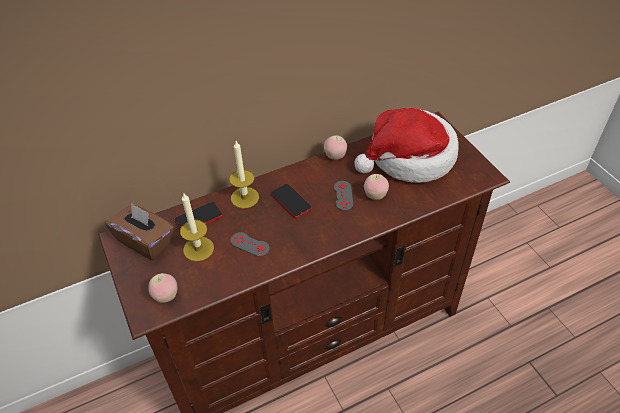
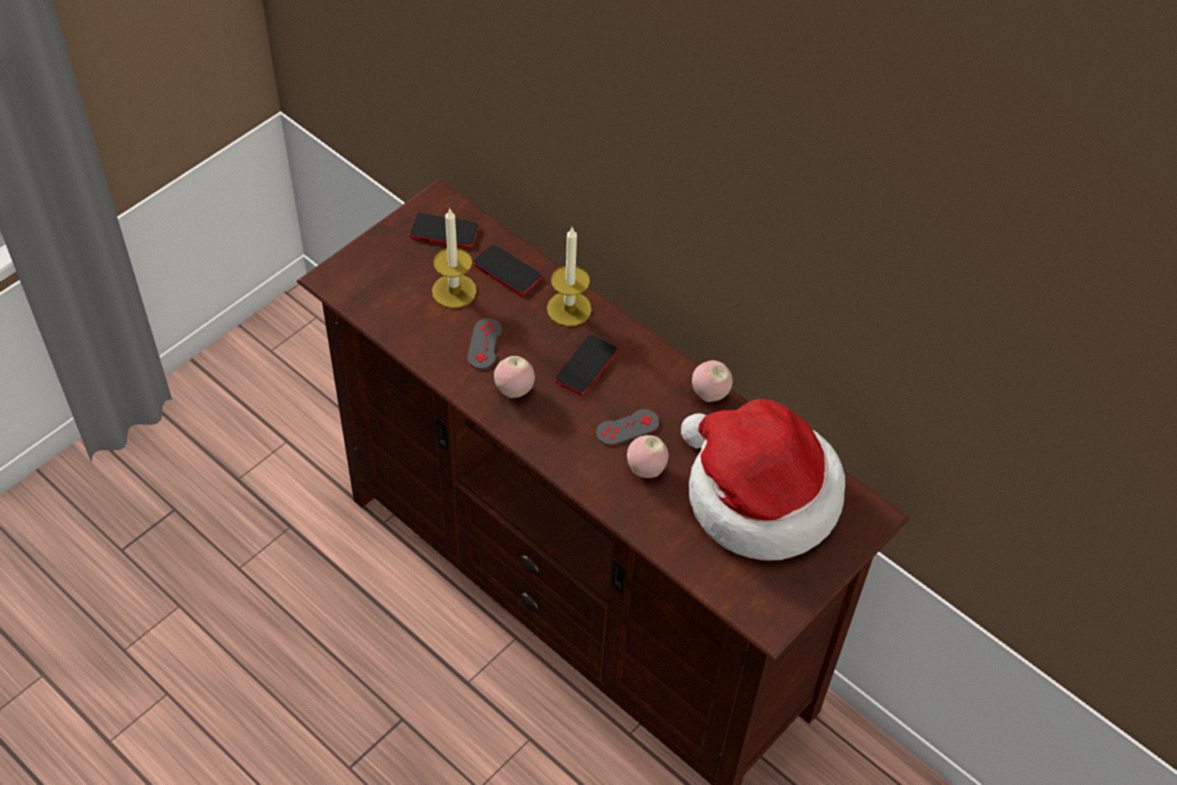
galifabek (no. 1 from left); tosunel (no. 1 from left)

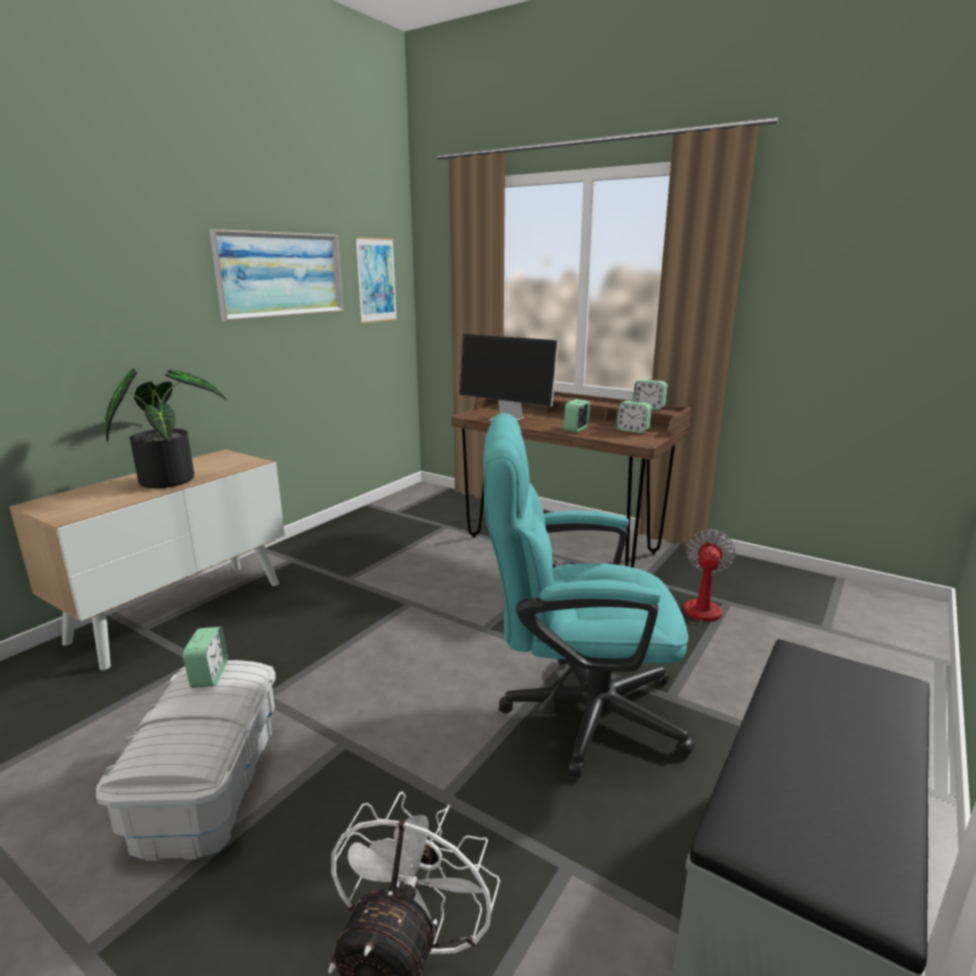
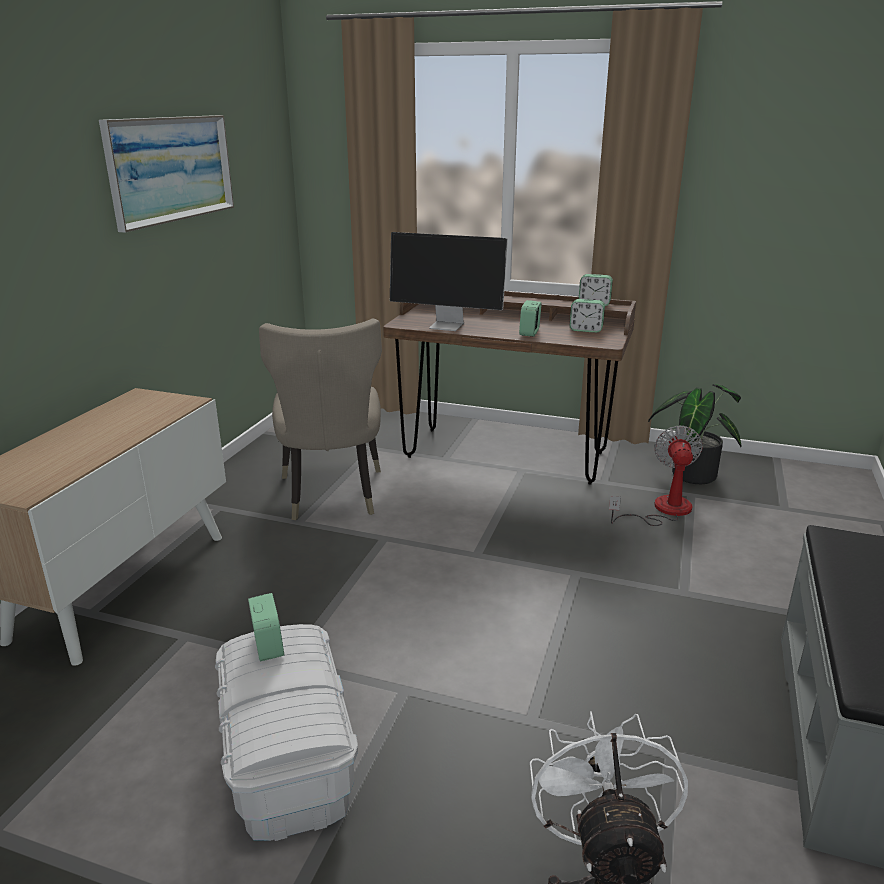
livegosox (no. 2 from left in the first image); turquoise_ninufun; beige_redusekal; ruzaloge

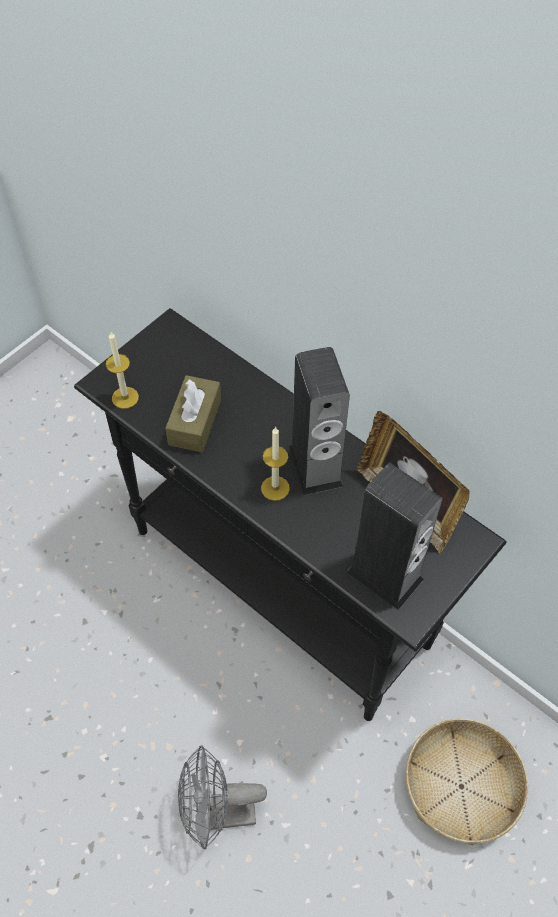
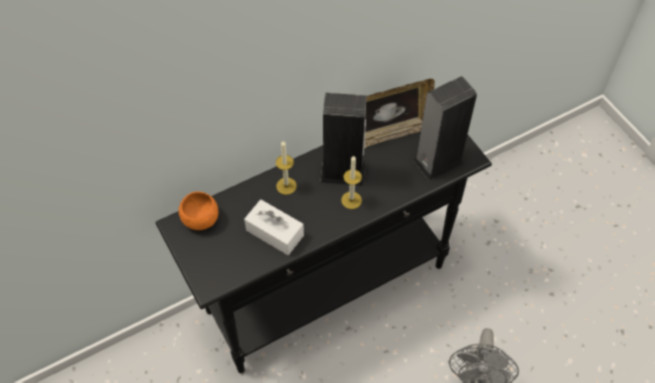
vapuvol; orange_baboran; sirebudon (no. 1 from left); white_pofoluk

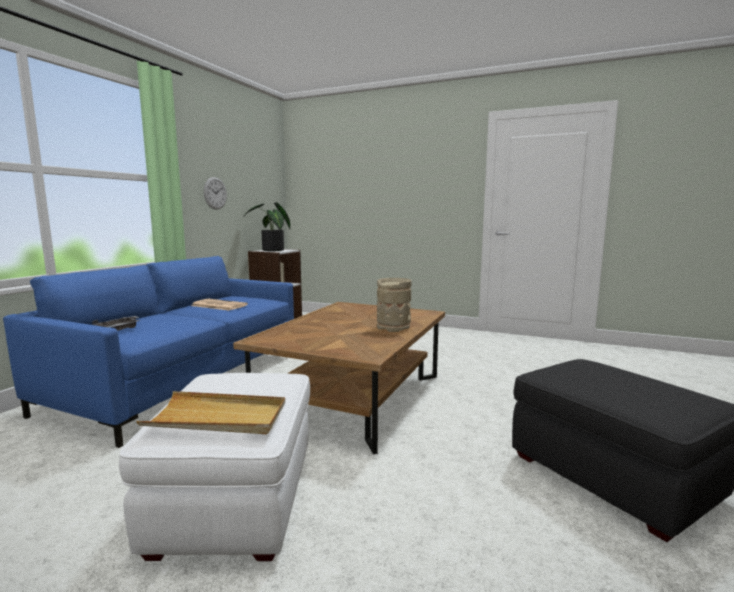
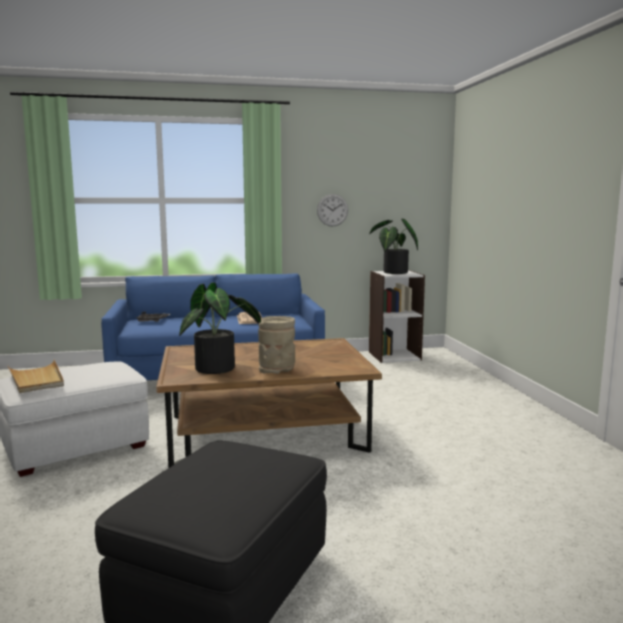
ruzaloge (no. 1 from left)

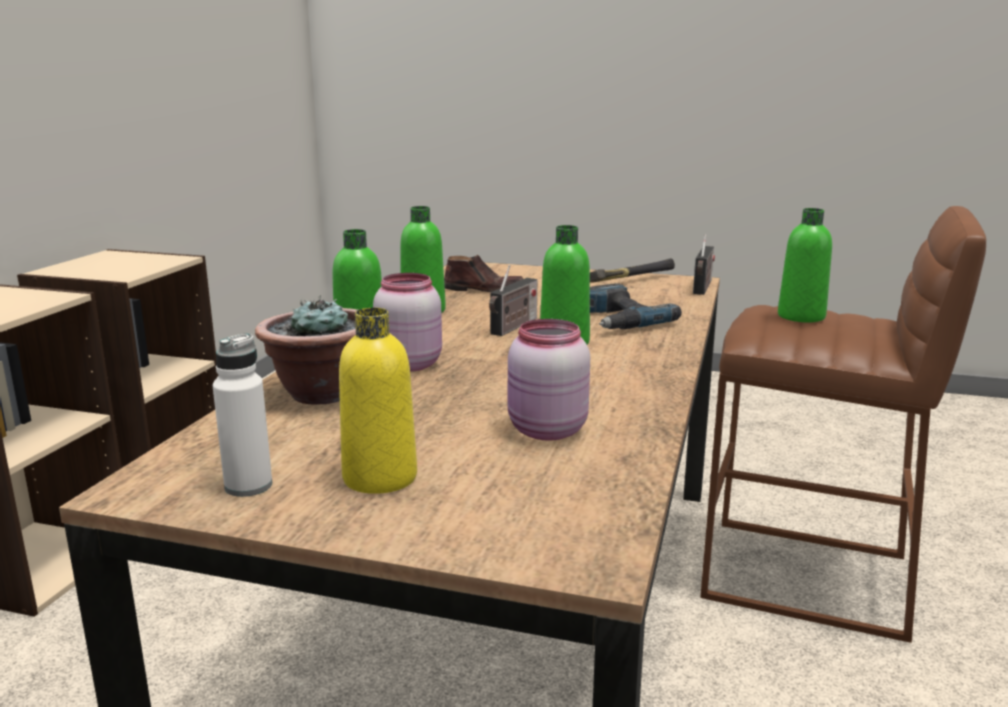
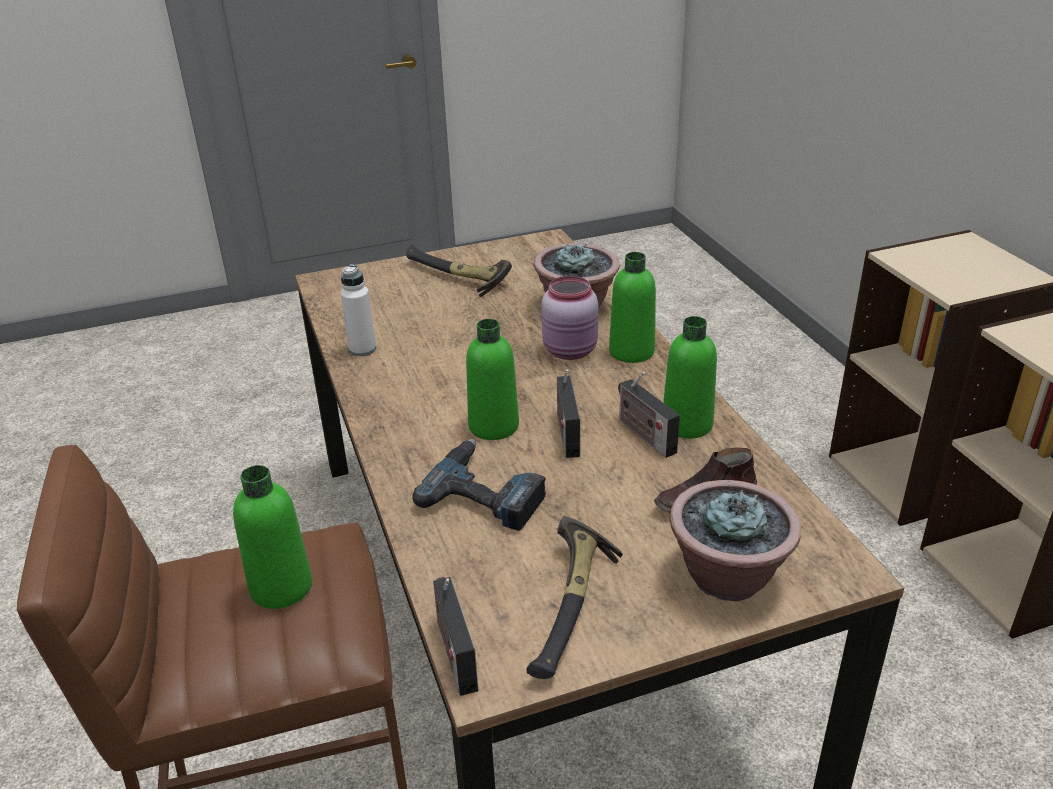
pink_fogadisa (no. 2 from left in the first image); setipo (no. 3 from left); ruzaloge (no. 2 from left); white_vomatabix; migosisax (no. 1 from left)

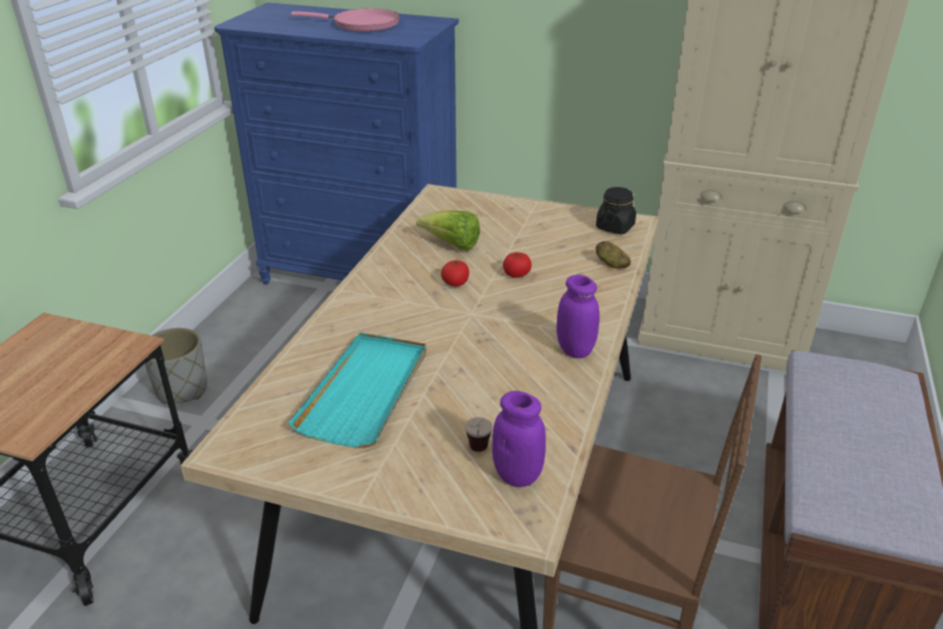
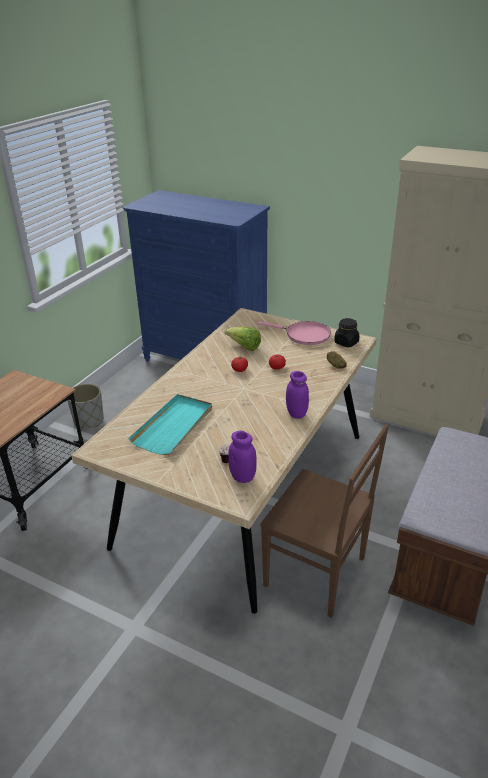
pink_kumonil

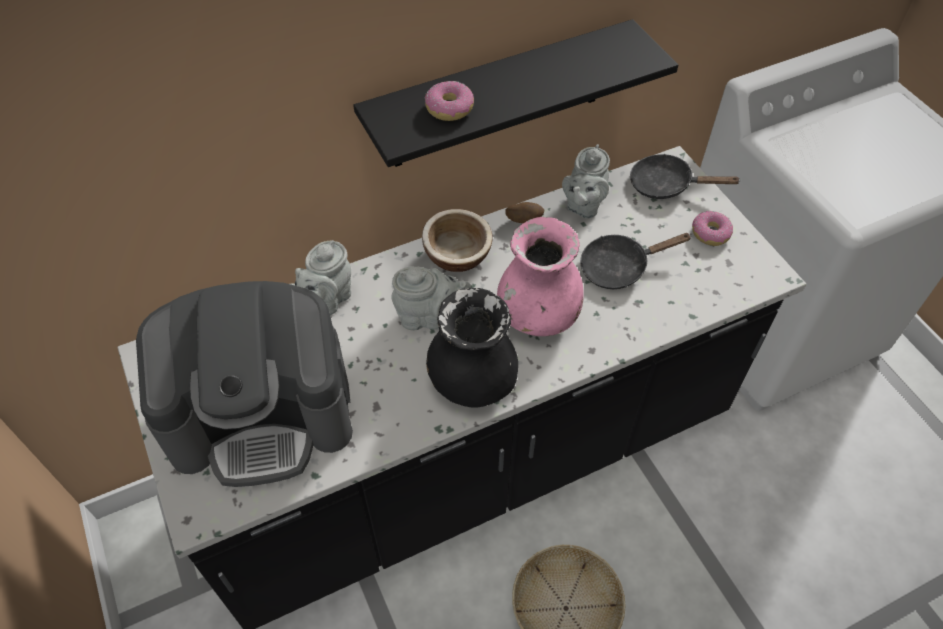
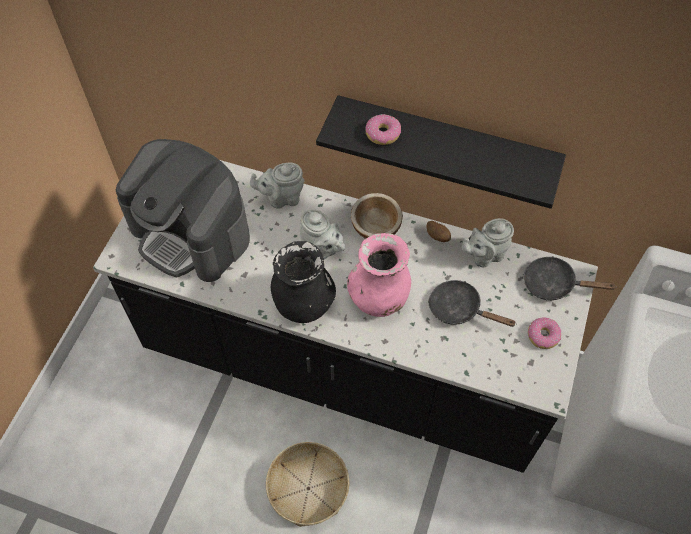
black_kumonil (no. 2 from left)

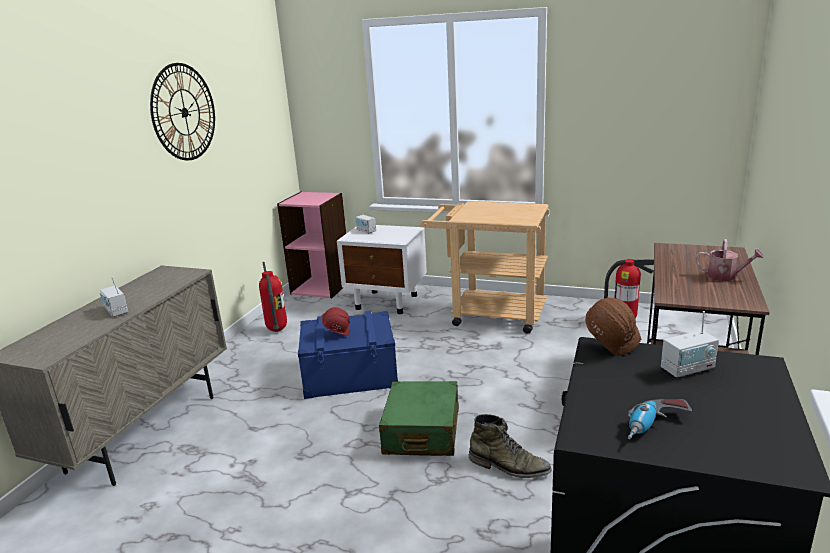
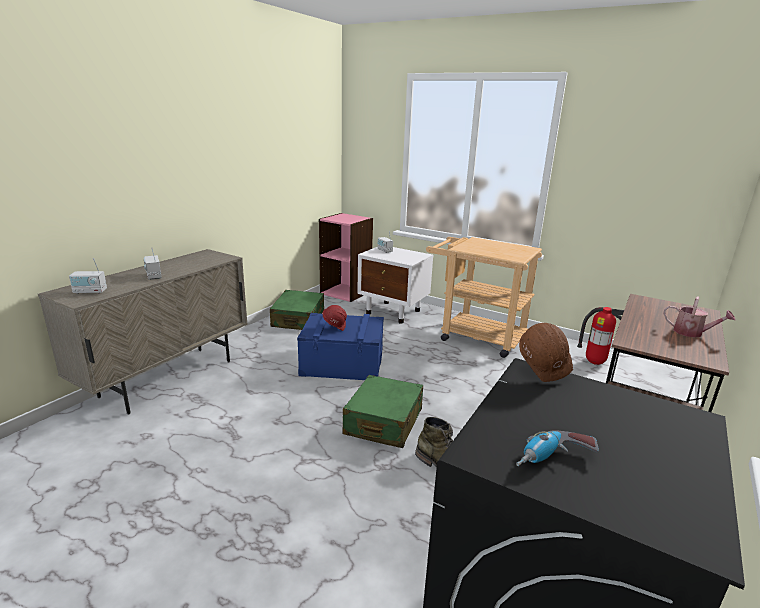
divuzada; setipo (no. 1 from left); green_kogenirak (no. 1 from left)

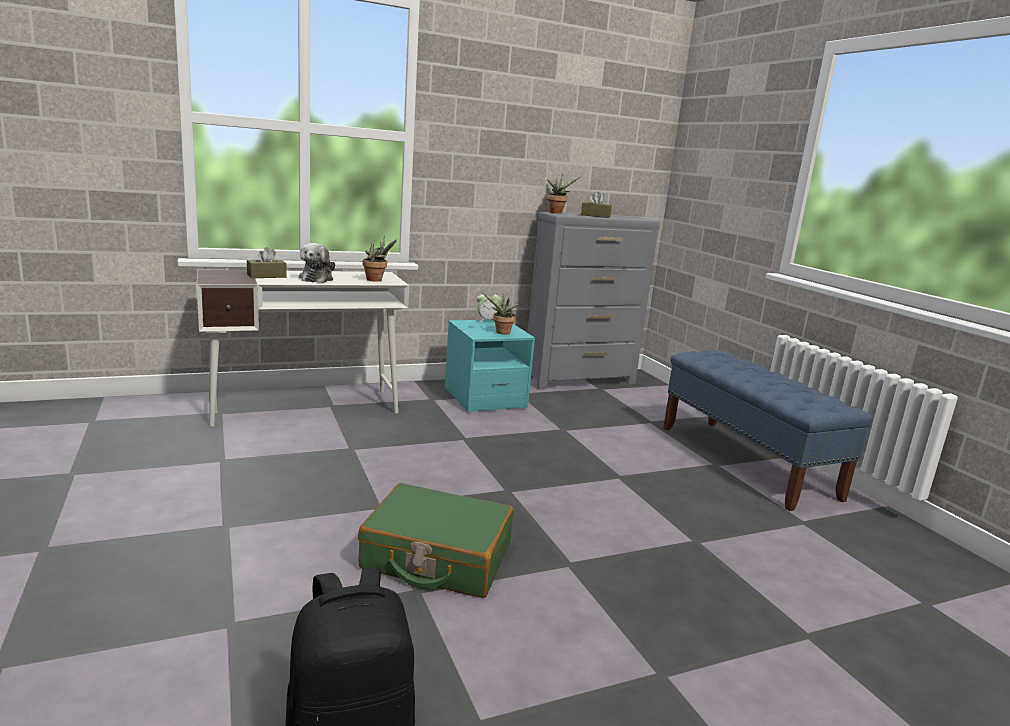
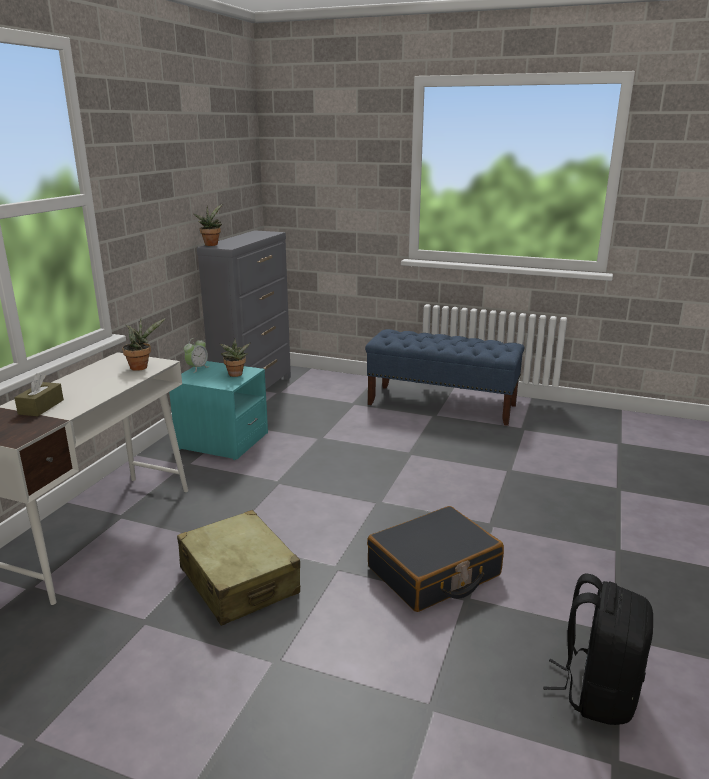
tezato; brown_pofoluk (no. 2 from left in the first image); beige_kogenirak; black_kogenirak

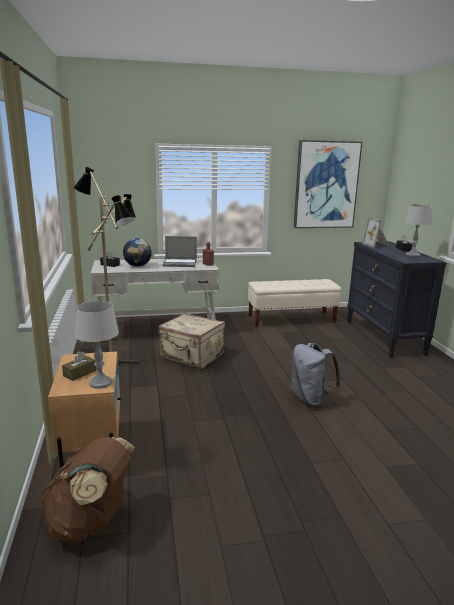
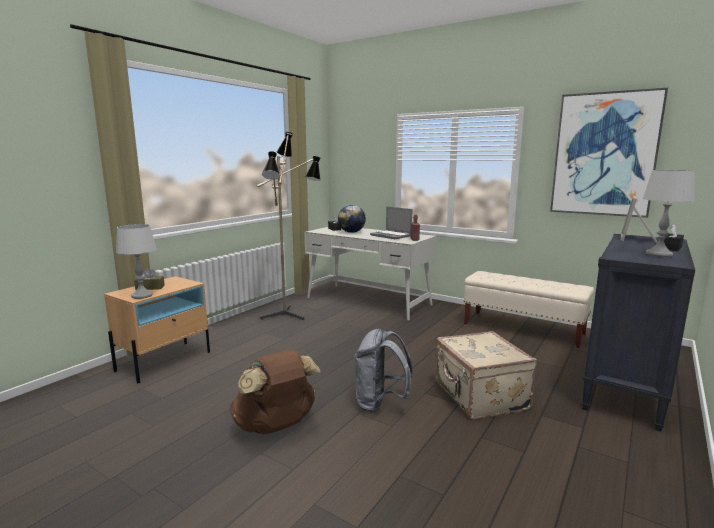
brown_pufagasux; beige_kogenirak

